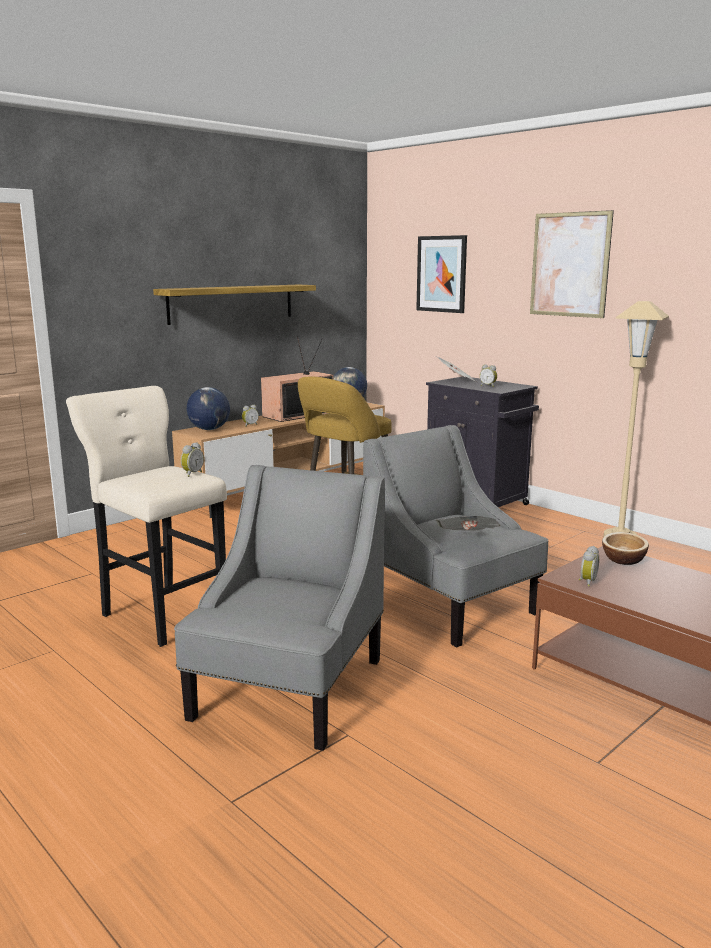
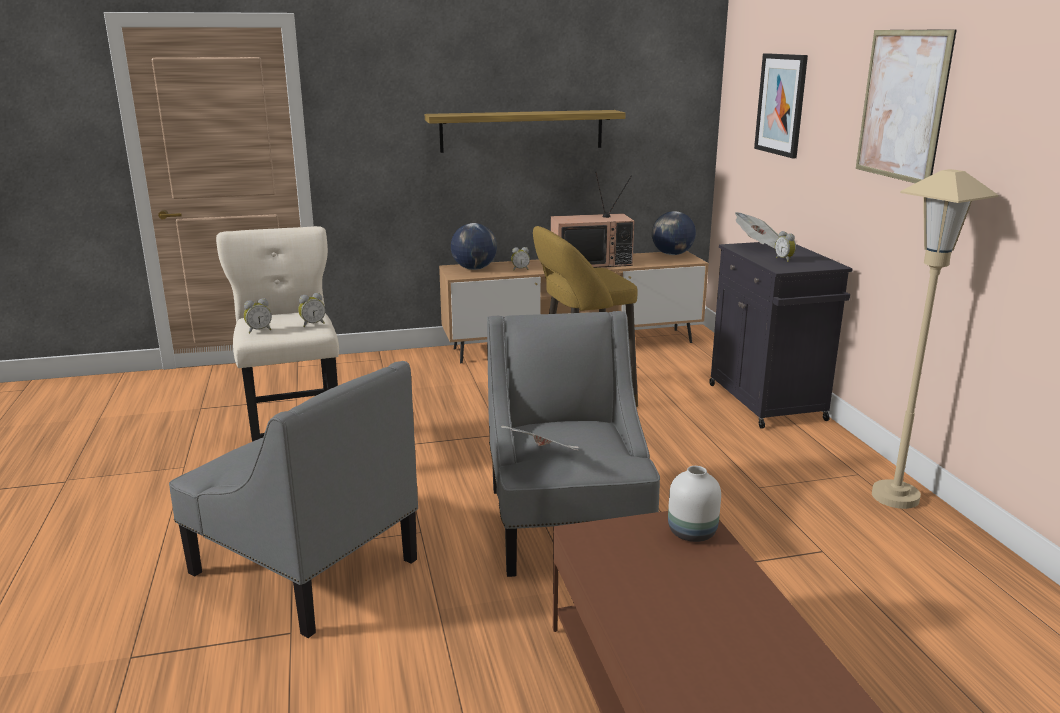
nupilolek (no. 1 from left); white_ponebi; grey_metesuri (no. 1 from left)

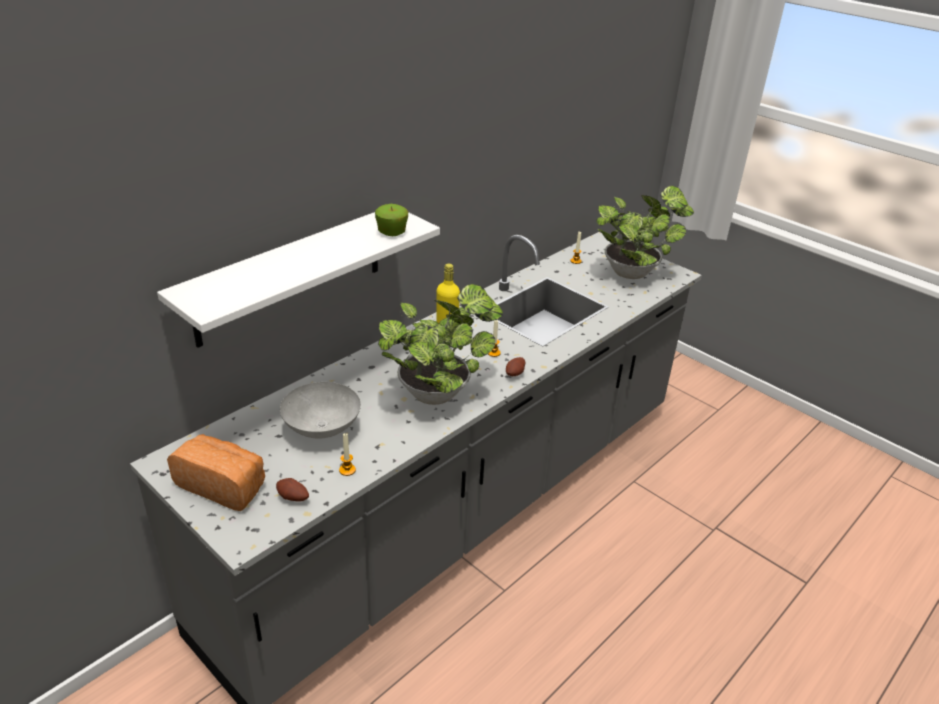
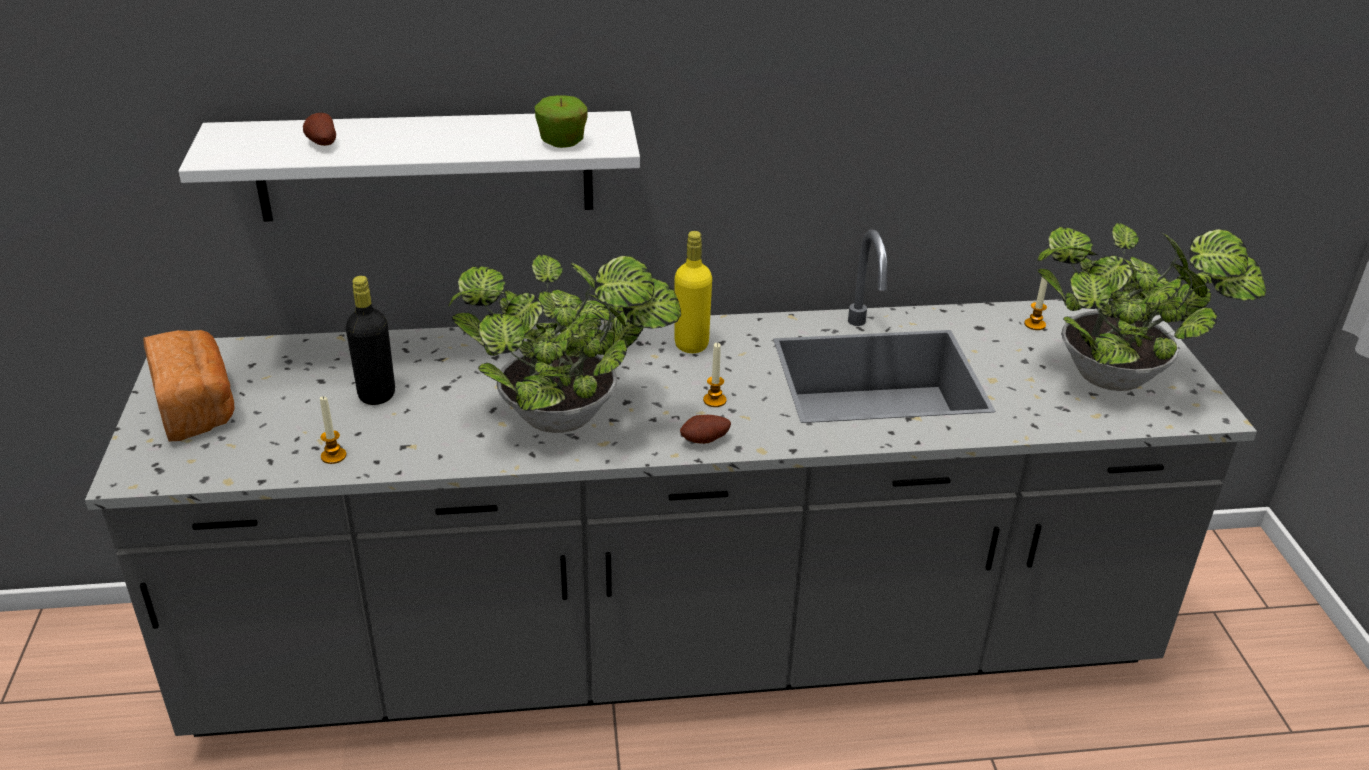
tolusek (no. 1 from left); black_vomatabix

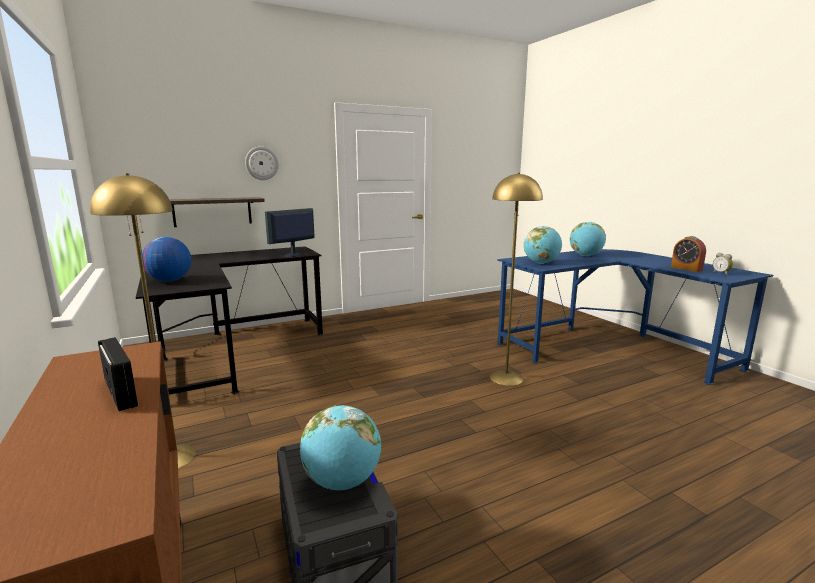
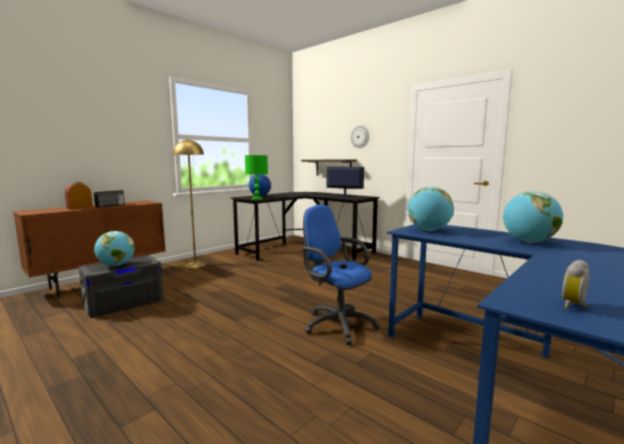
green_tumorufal; nupilolek (no. 1 from left); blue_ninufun

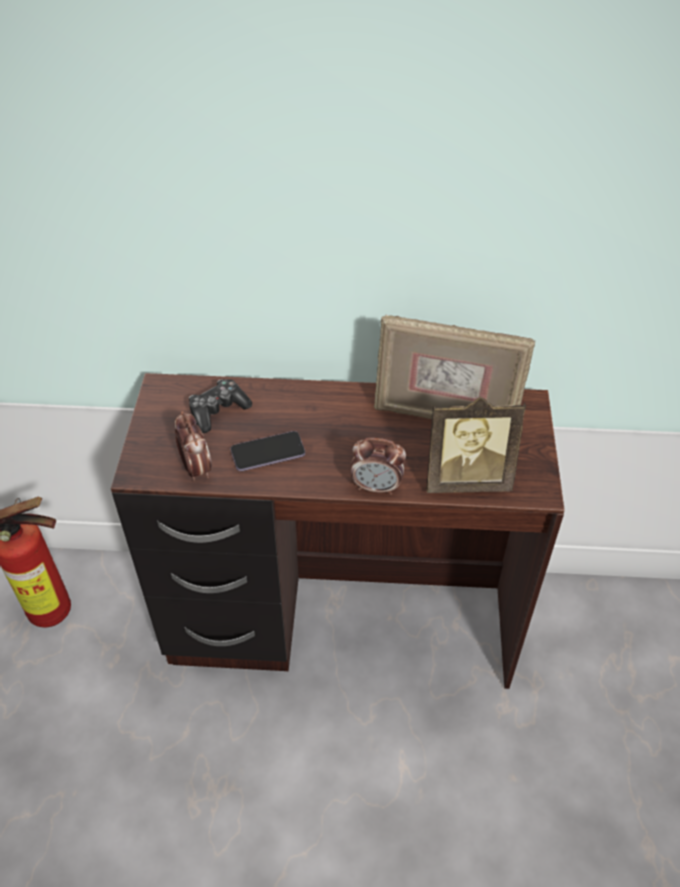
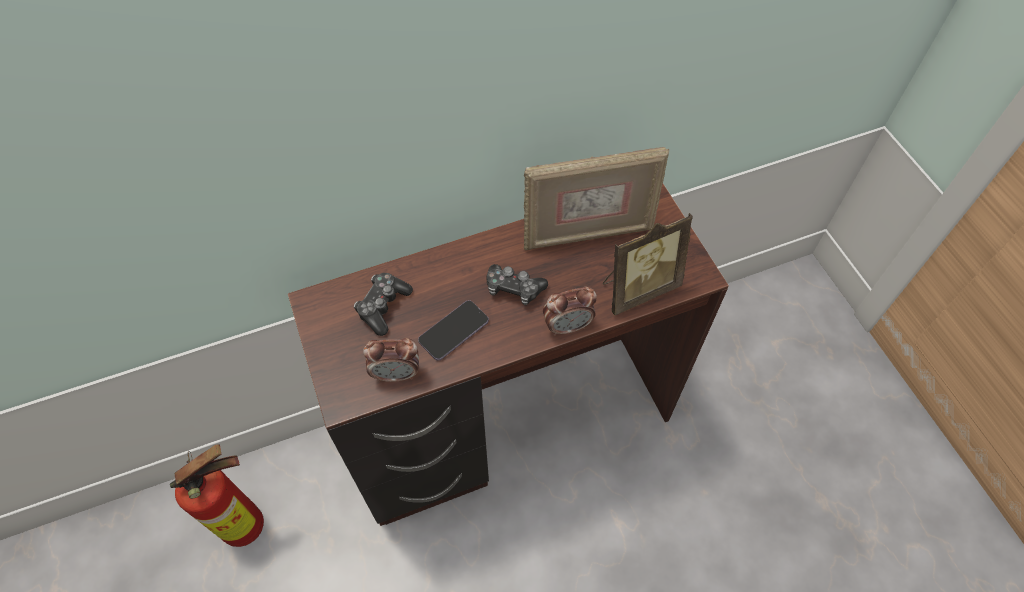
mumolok (no. 2 from left); nupilolek (no. 1 from left)

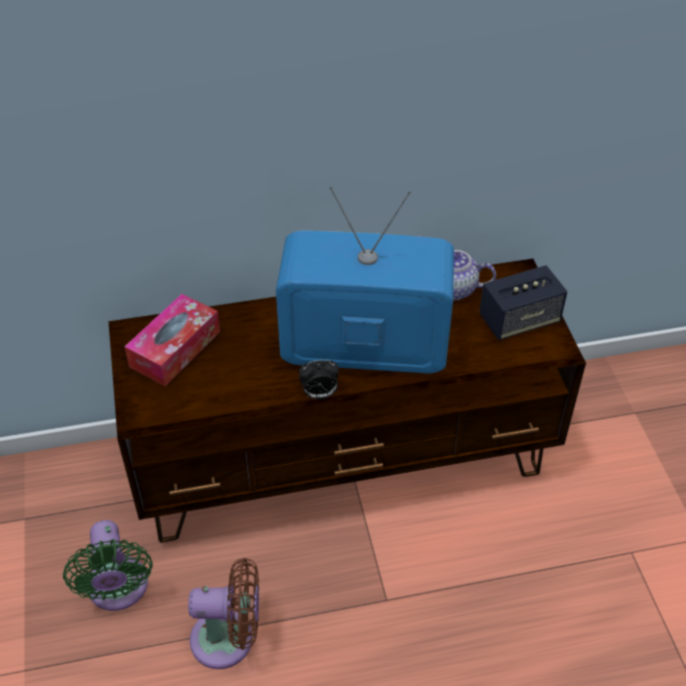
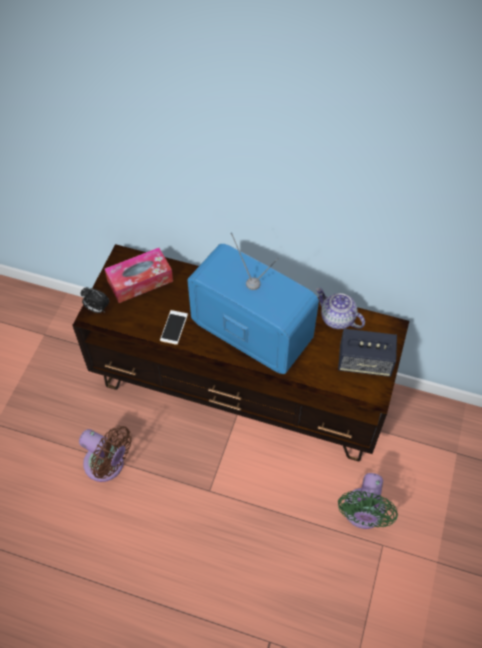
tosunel; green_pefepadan; nupilolek

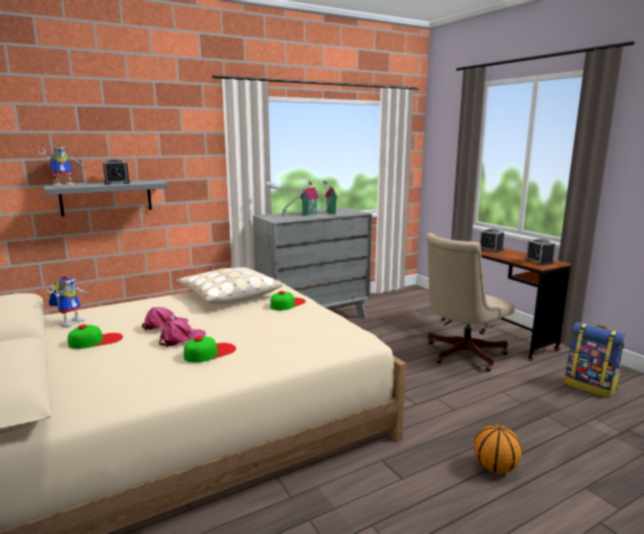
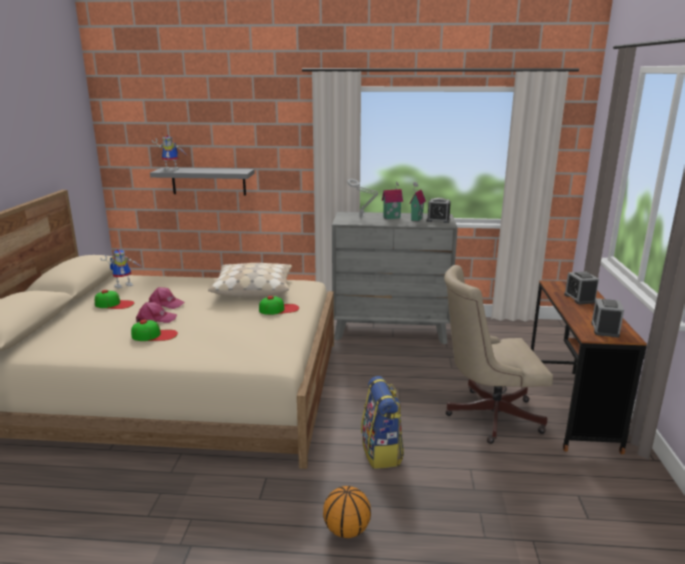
nupilolek (no. 1 from left); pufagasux

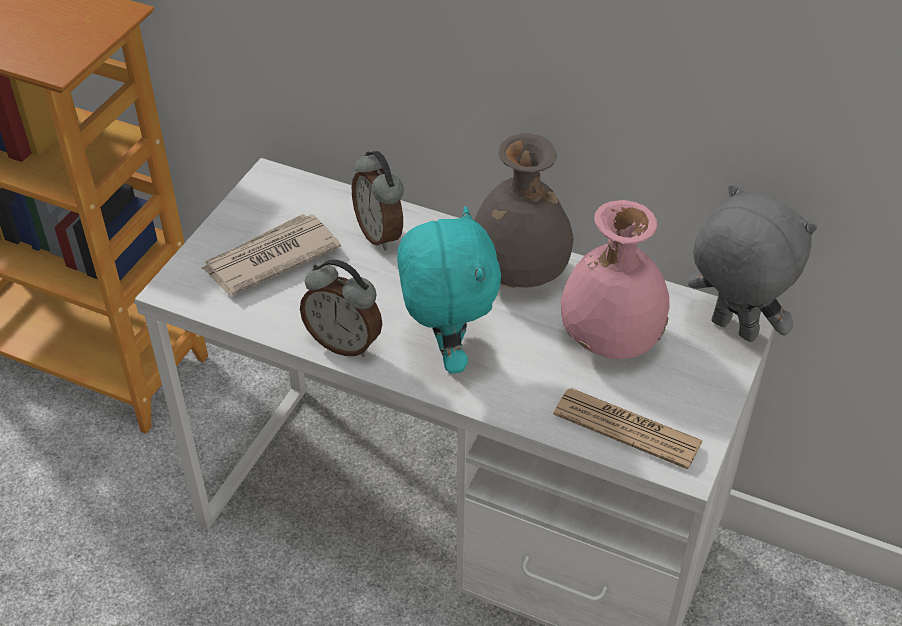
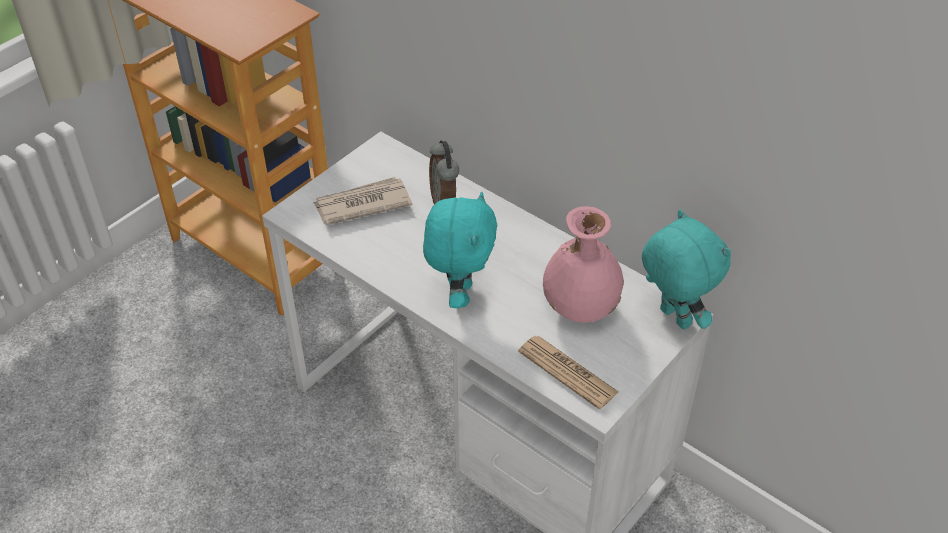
nupilolek (no. 1 from left in the first image); grey_ponebi; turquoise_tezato (no. 2 from left)

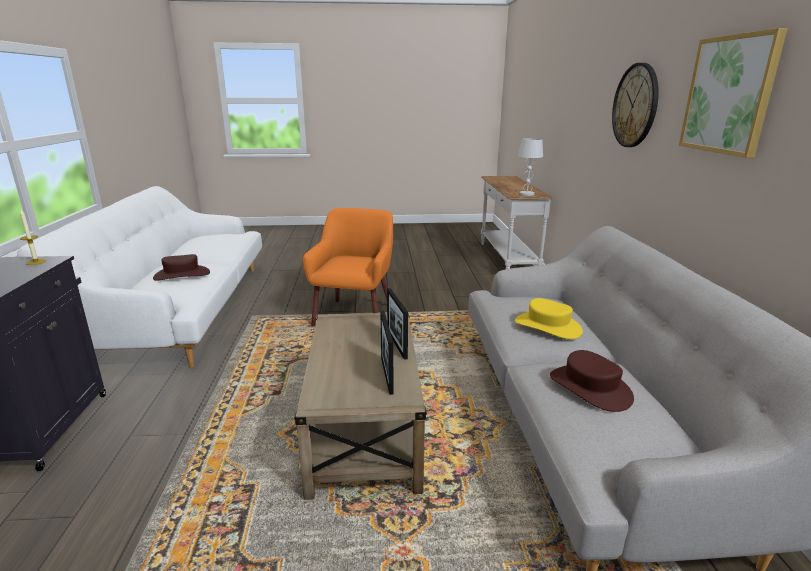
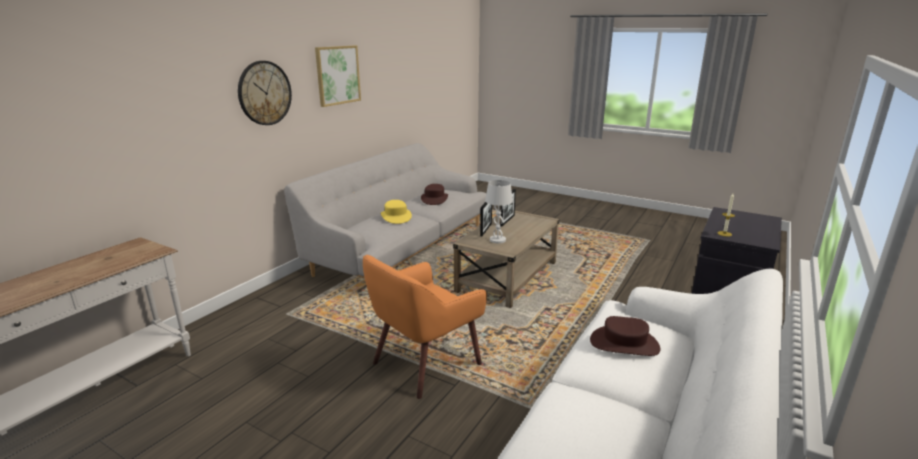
white_tumorufal

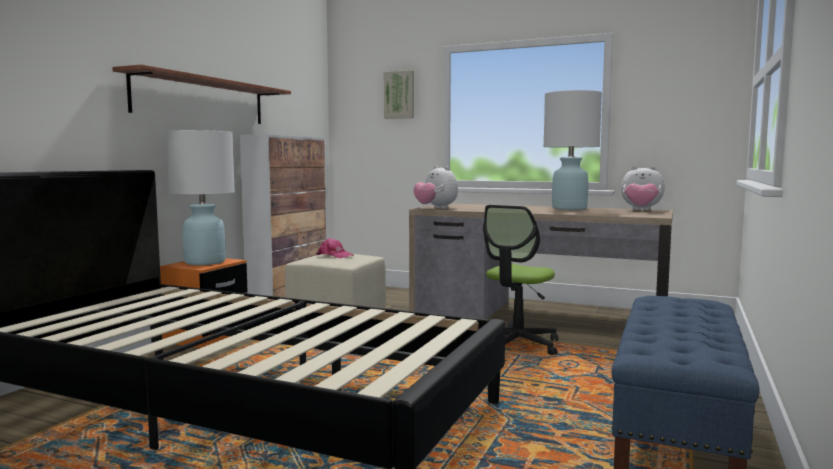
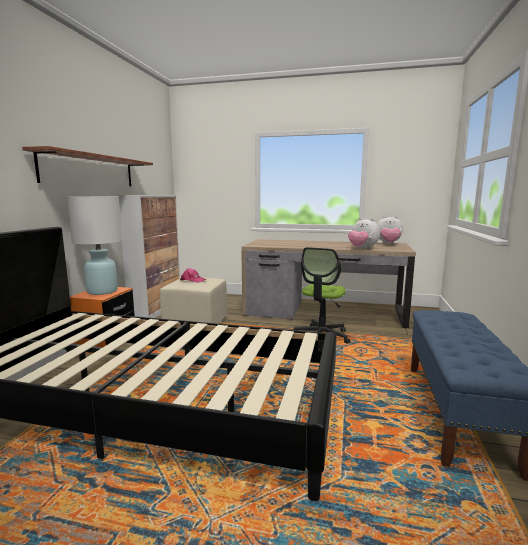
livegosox; white_tumorufal (no. 2 from left in the first image); tezato (no. 1 from left)

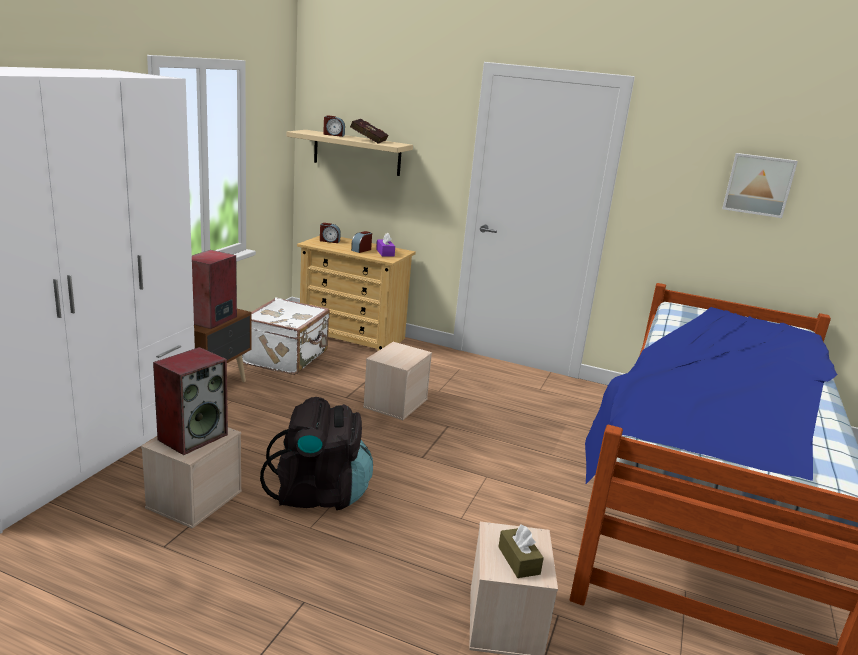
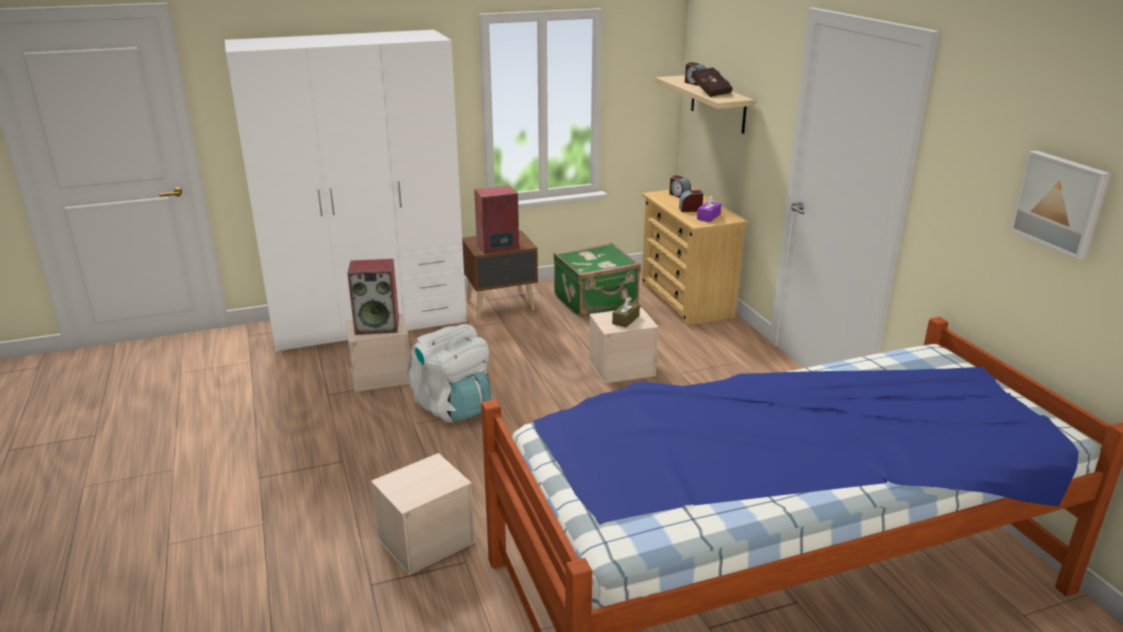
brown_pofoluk; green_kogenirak; white_pufagasux

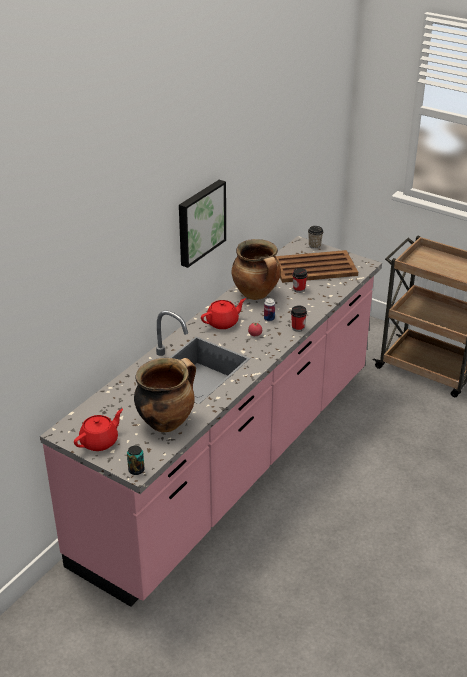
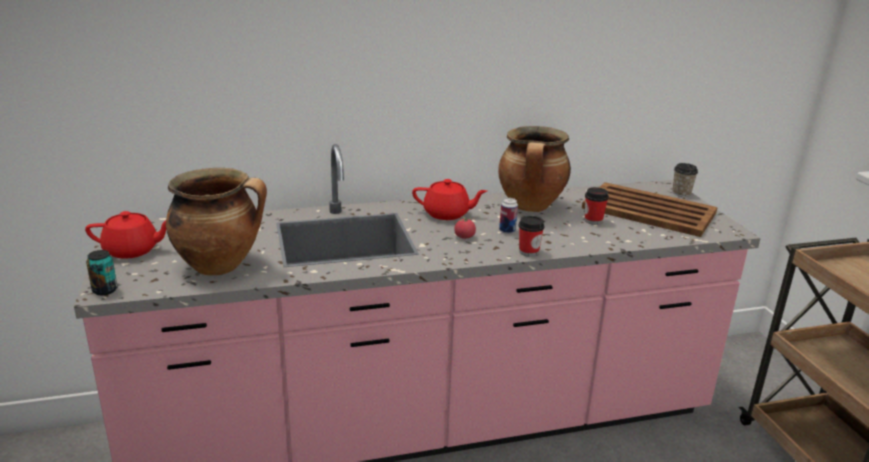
livegosox

